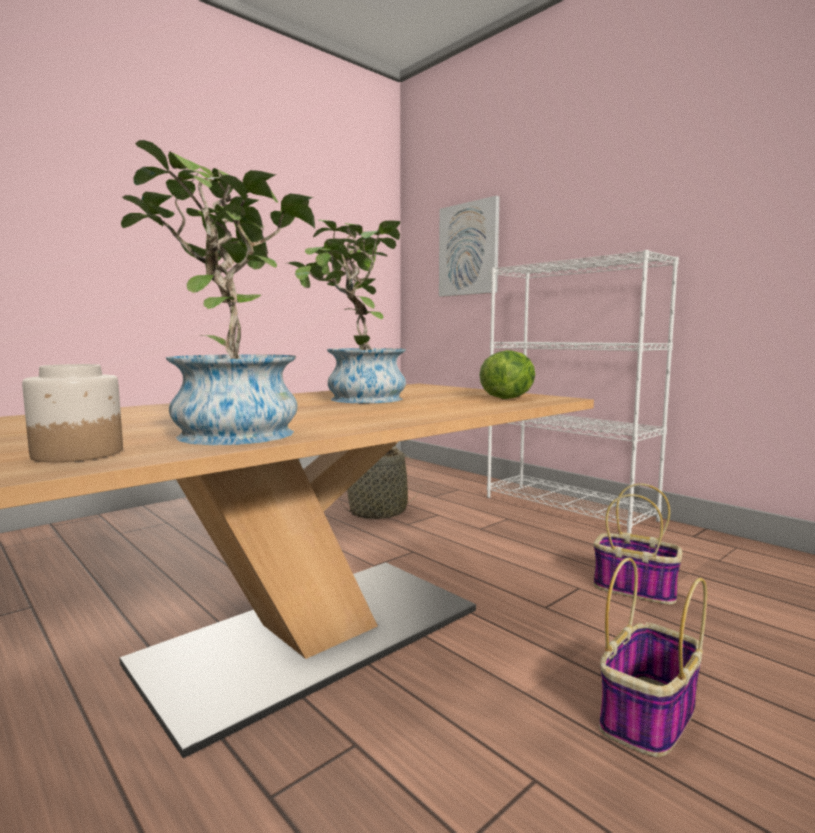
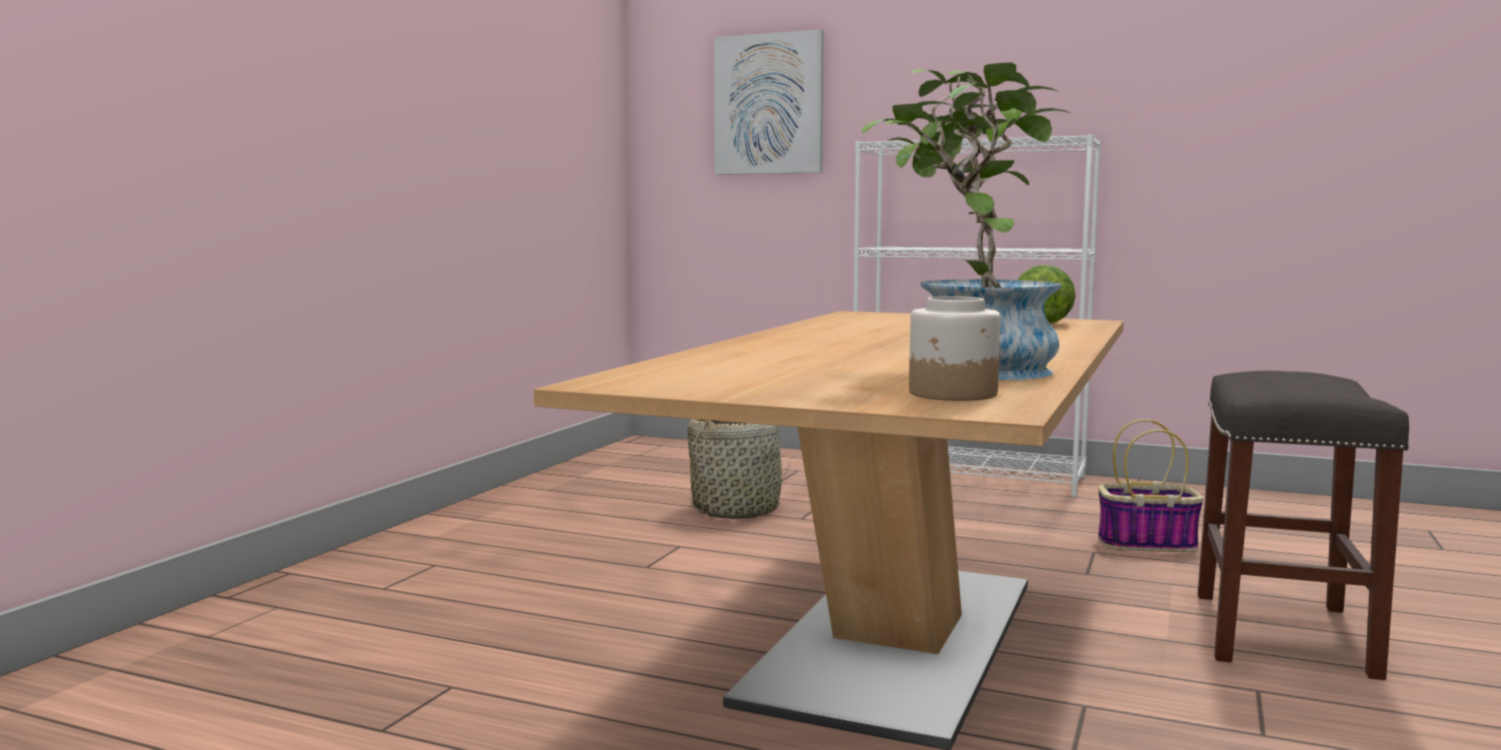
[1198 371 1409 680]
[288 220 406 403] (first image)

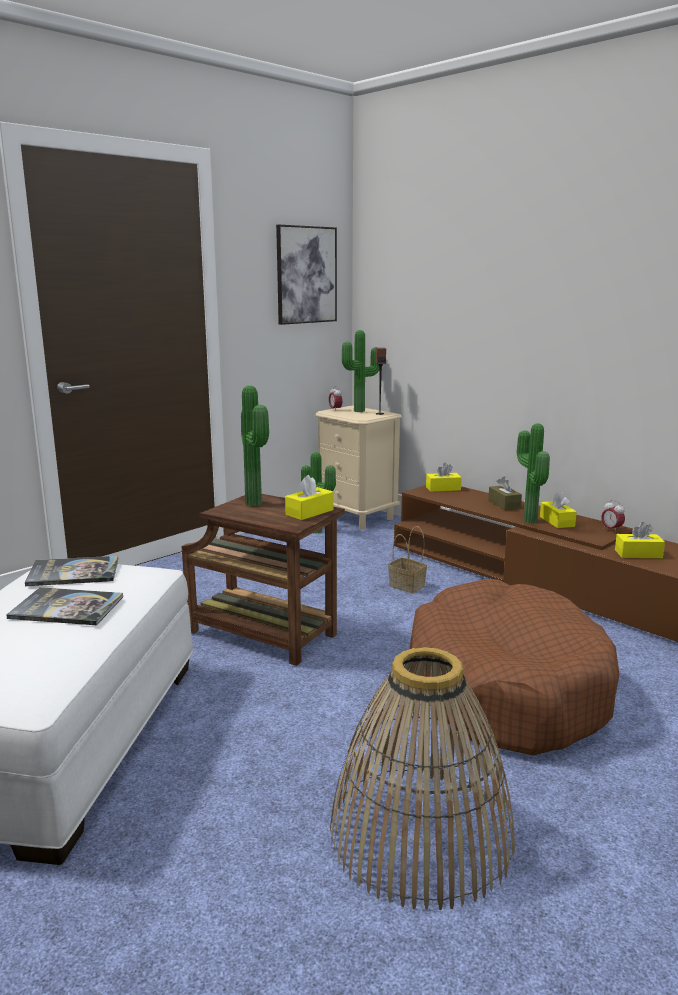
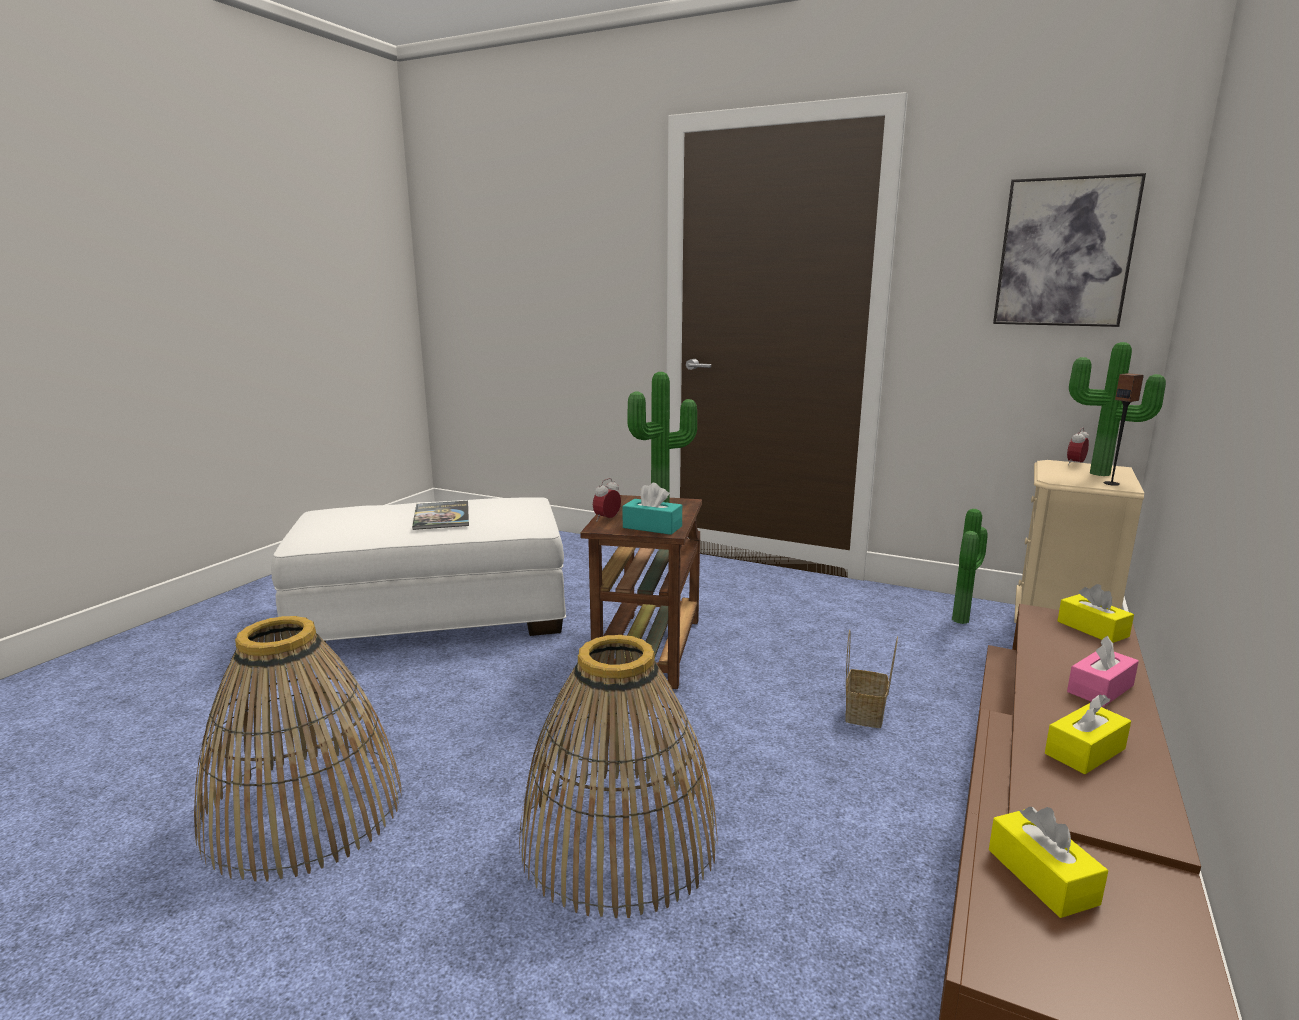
[519 635 718 918]
[593 478 621 521]
[622 483 682 535]
[1067 636 1139 707]
[25 556 118 586] (first image)
[517 423 550 524] (first image)

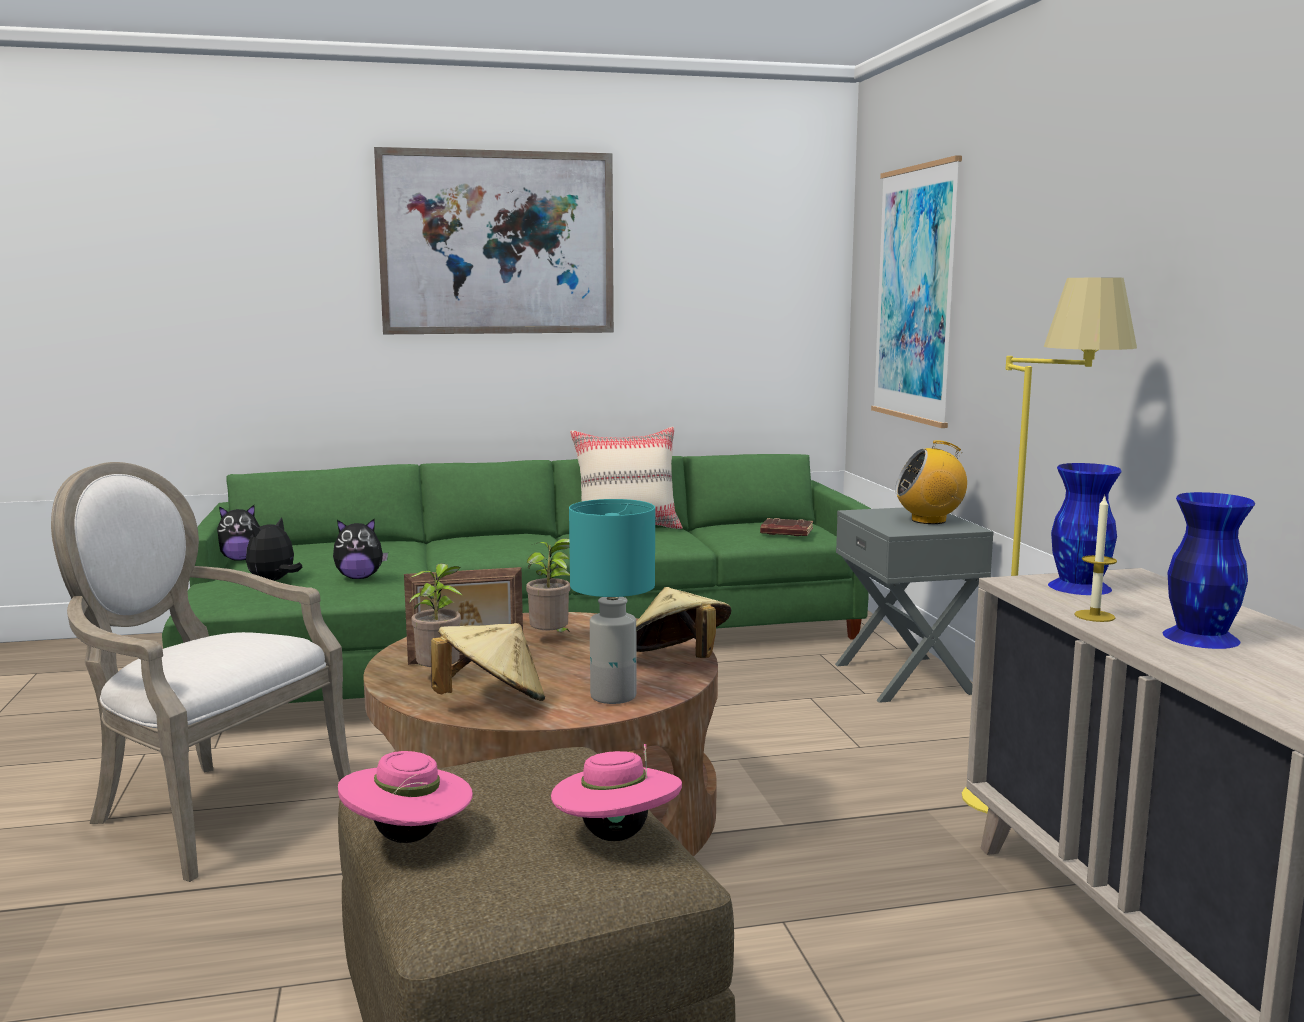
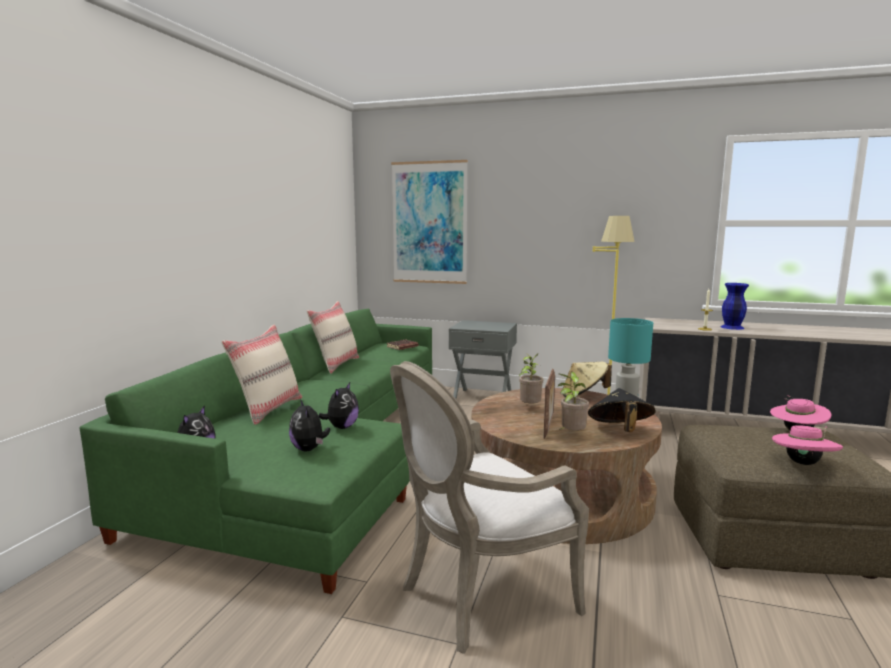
[221 324 302 425]
[588 388 656 432]
[374 147 614 334] (first image)
[895 440 967 524] (first image)
[1048 463 1122 595] (first image)

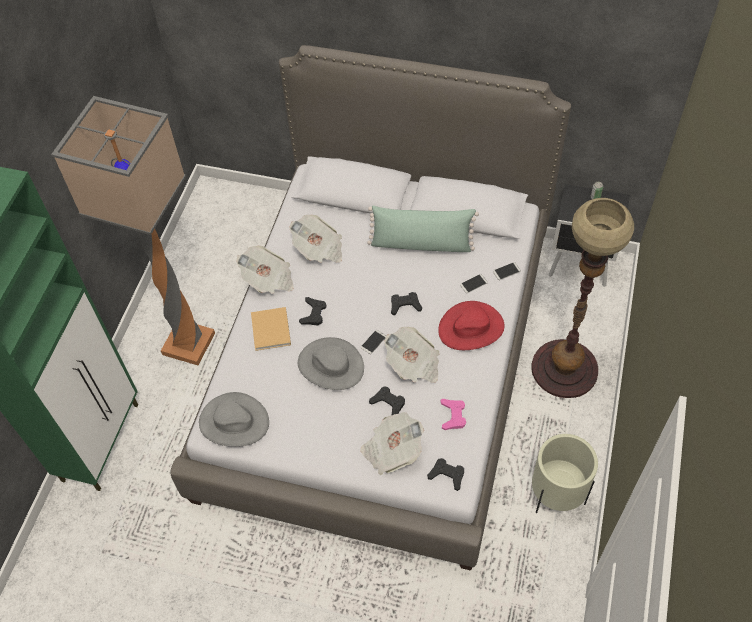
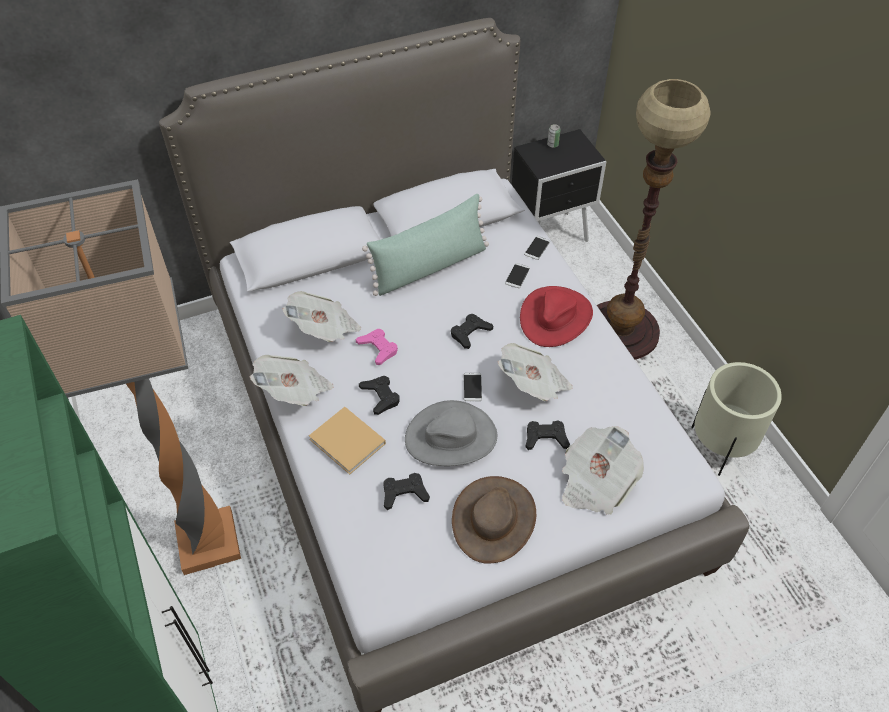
[356 328 398 365]
[383 473 430 510]
[452 476 536 563]
[199 392 269 447] (first image)

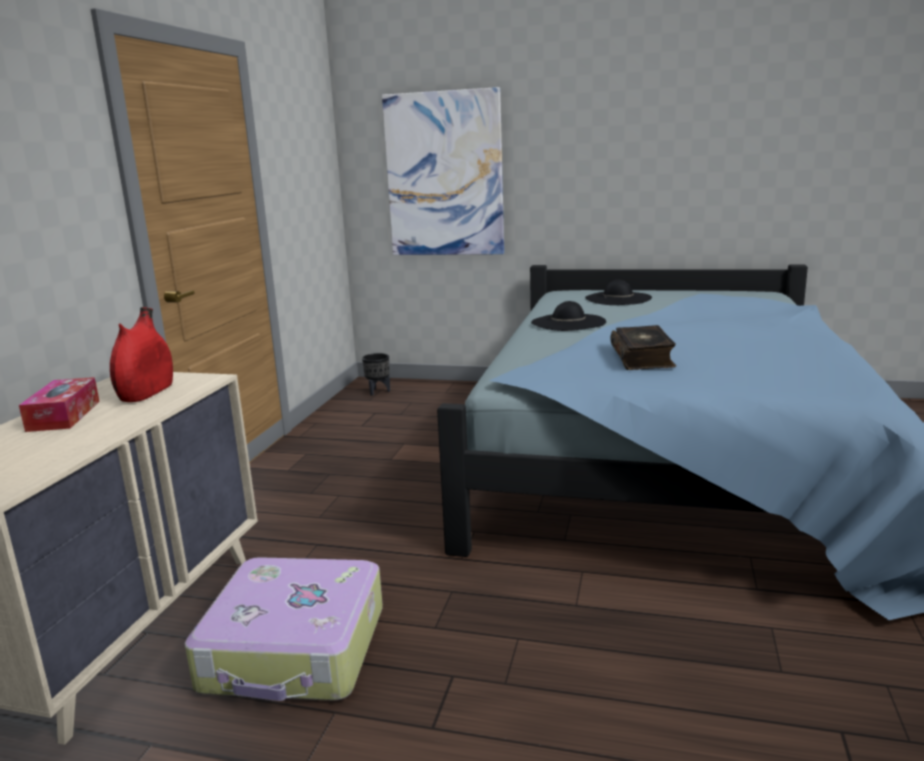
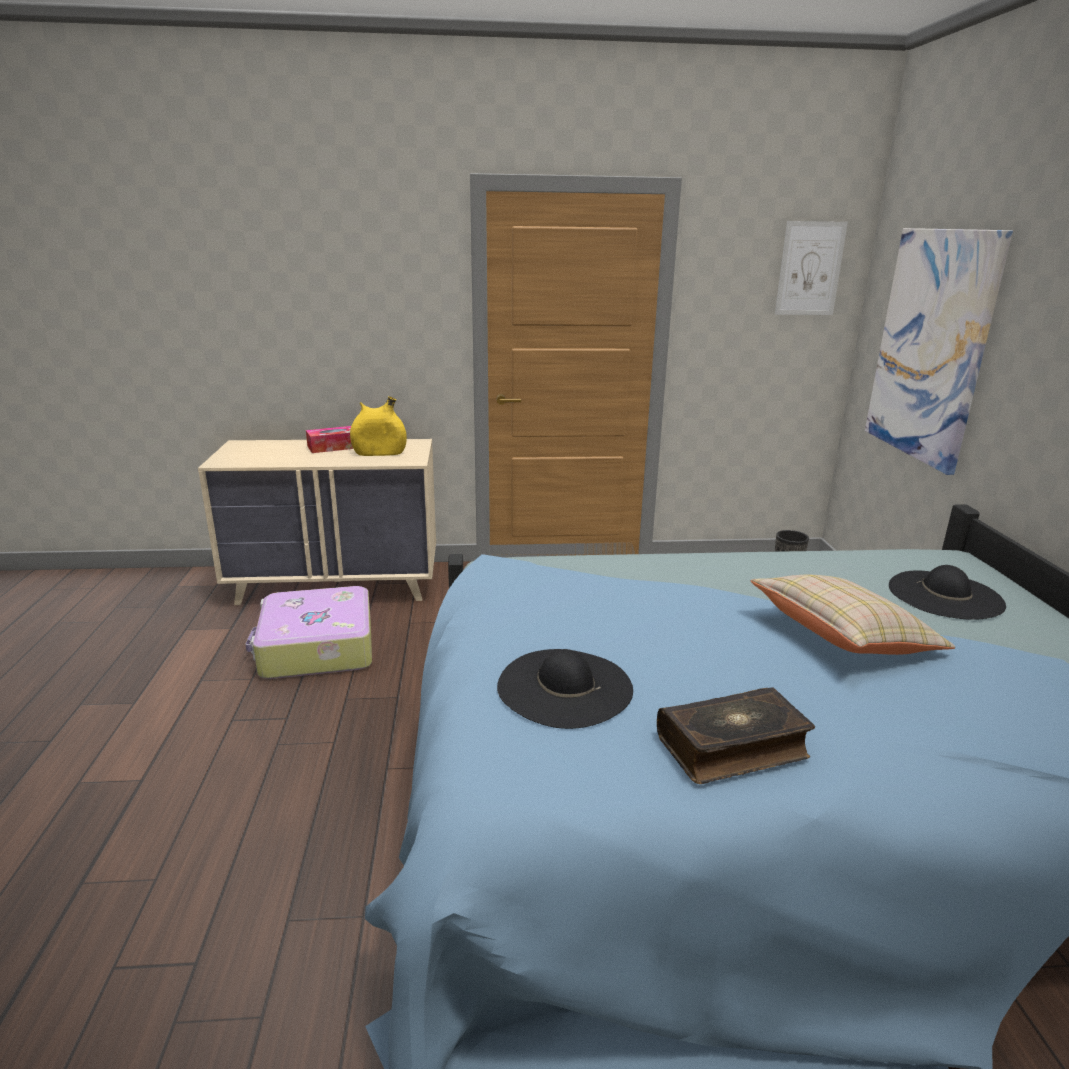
[350 396 407 456]
[497 649 633 729]
[657 687 815 784]
[751 575 955 655]
[775 221 848 315]

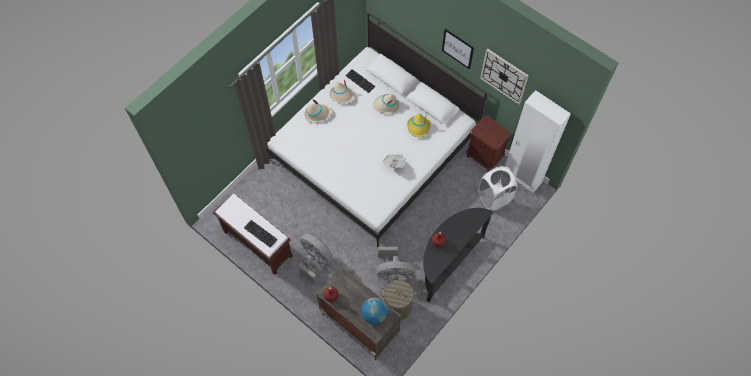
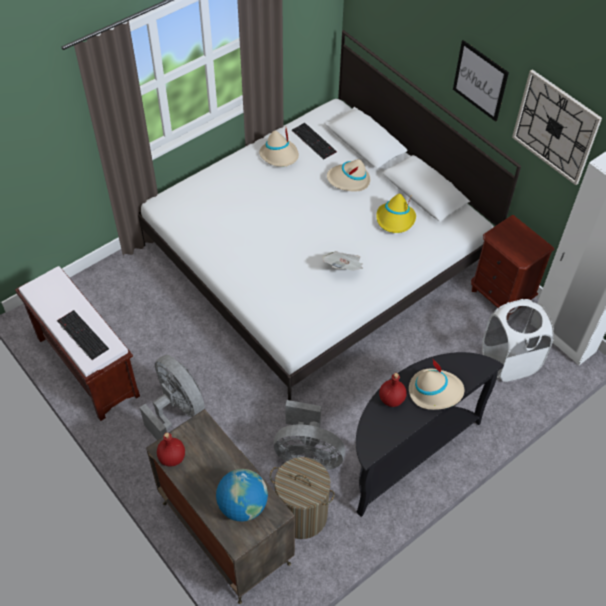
[409 358 464 410]

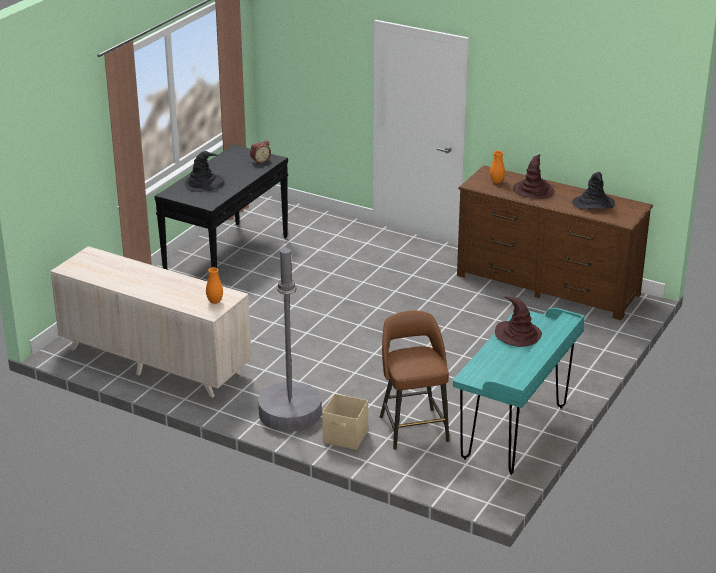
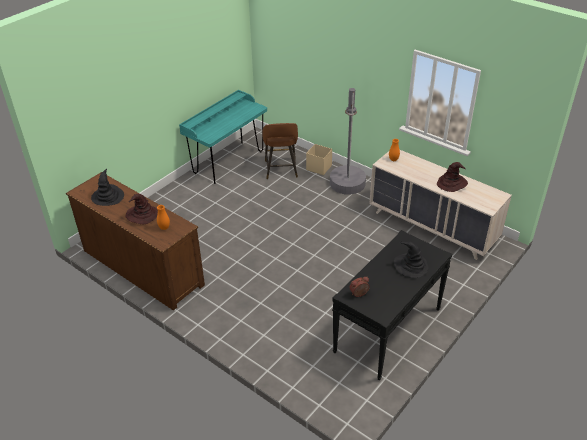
[437 162 468 192]

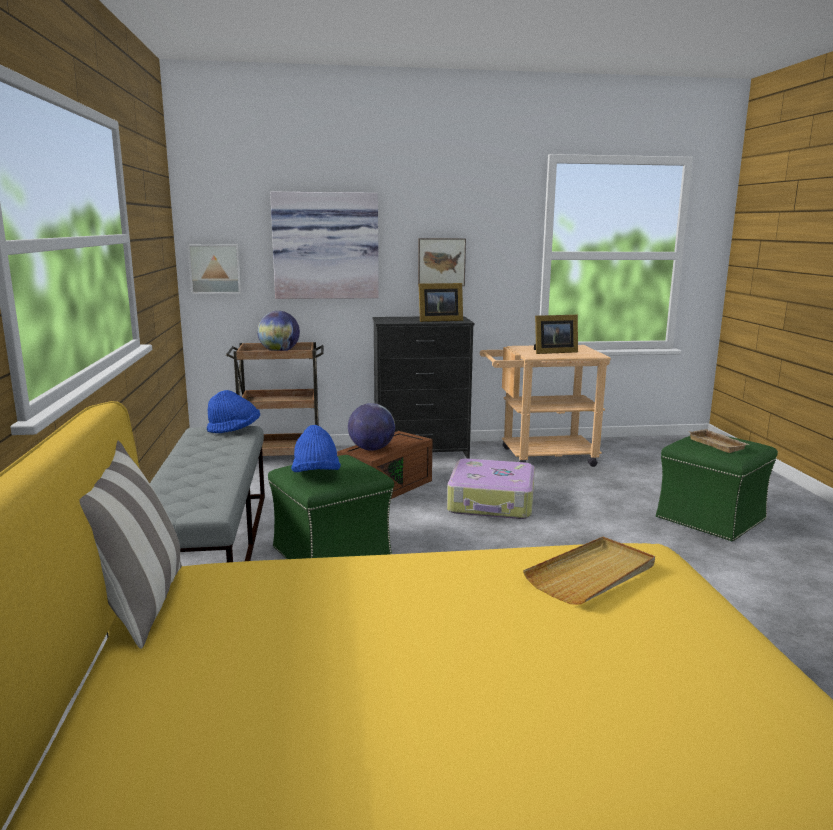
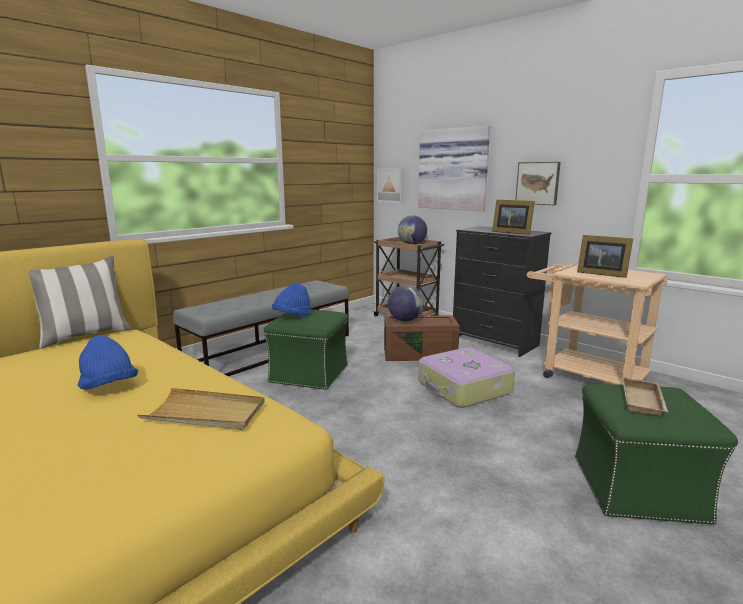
[78 335 138 390]

